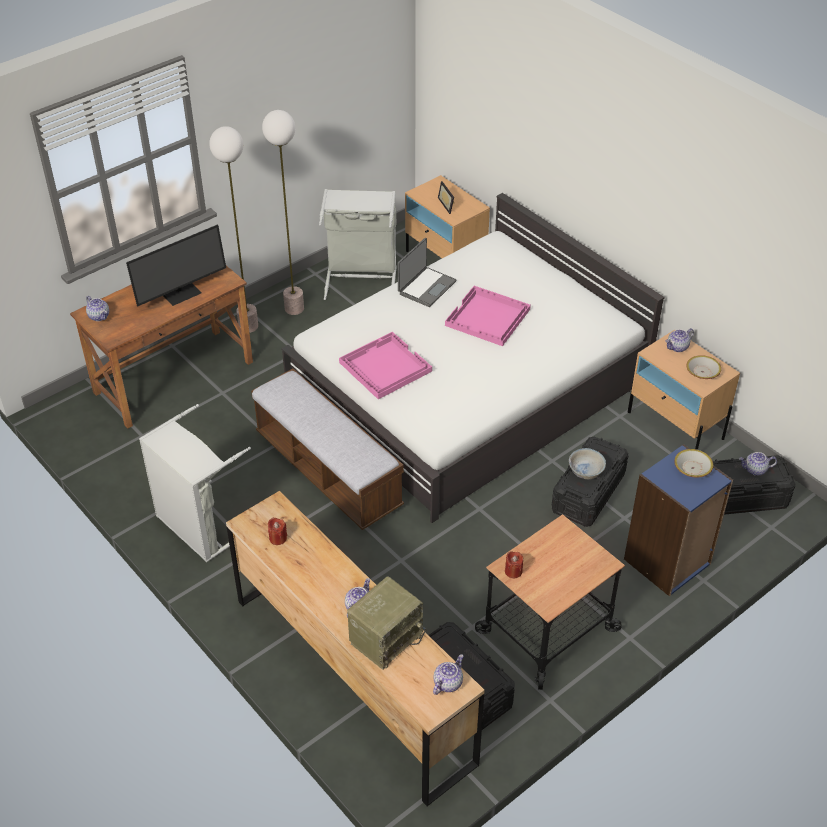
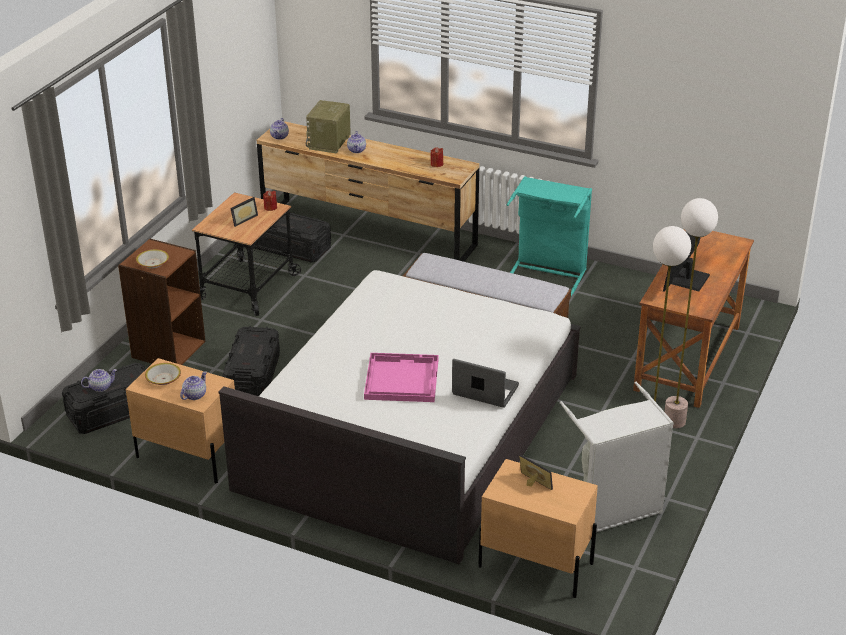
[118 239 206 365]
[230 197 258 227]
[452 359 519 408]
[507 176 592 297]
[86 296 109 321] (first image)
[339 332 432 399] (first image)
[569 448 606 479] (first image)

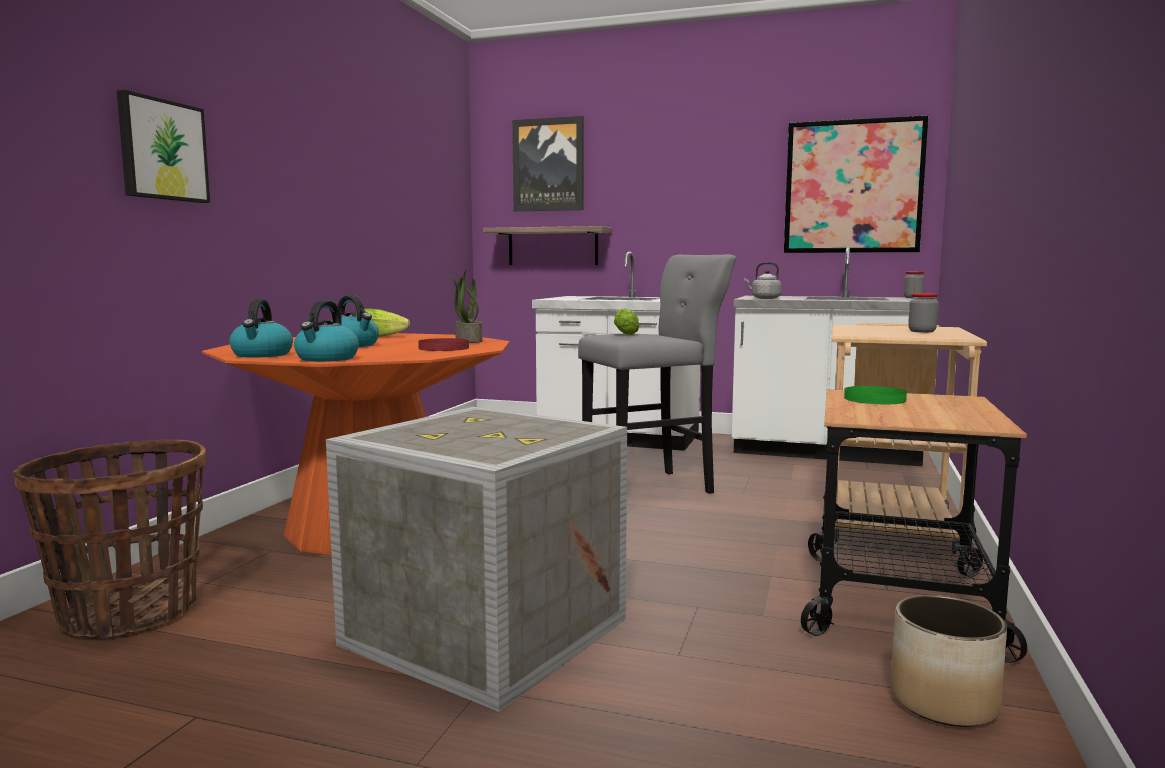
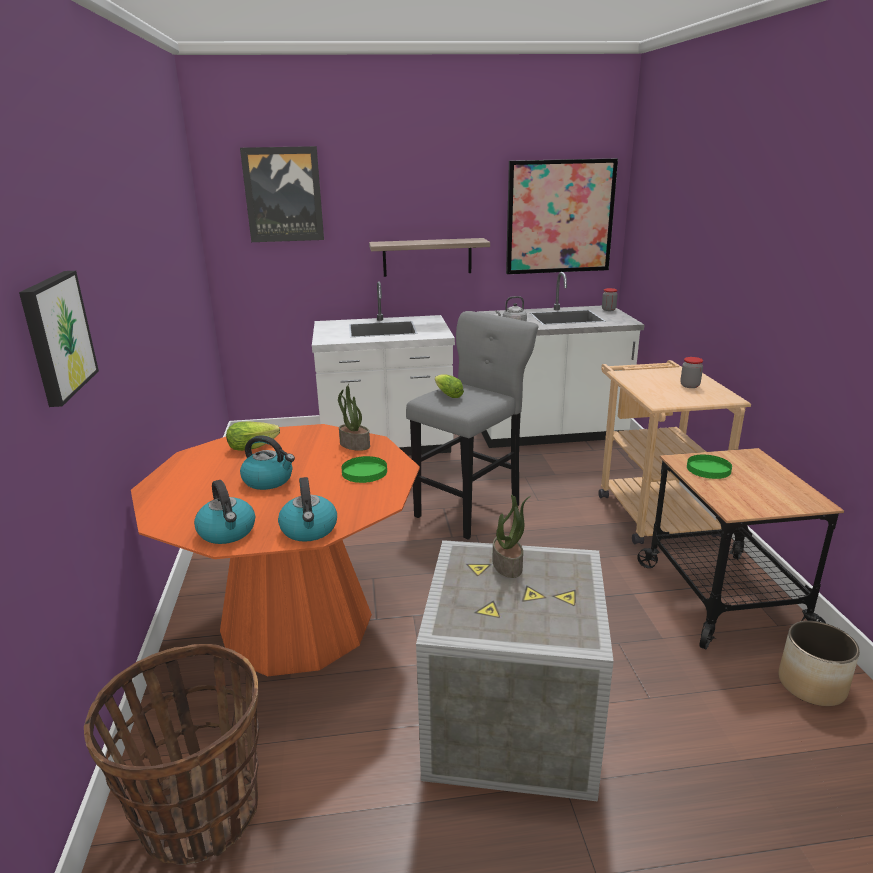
[341 456 387 483]
[369 238 490 277]
[492 494 531 578]

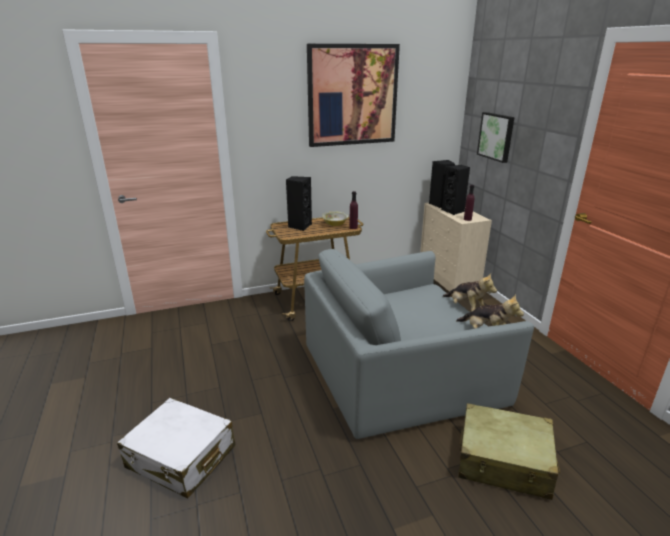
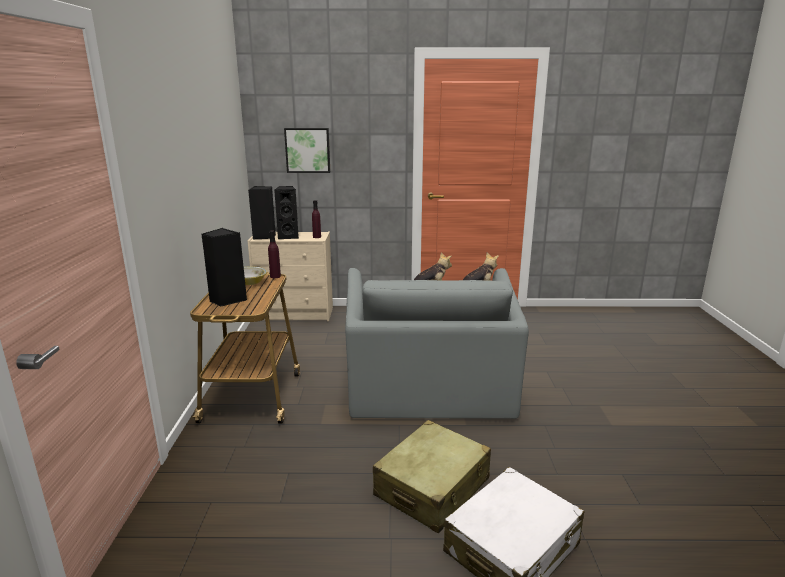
[373 420 491 533]
[307 44 400 147] (first image)

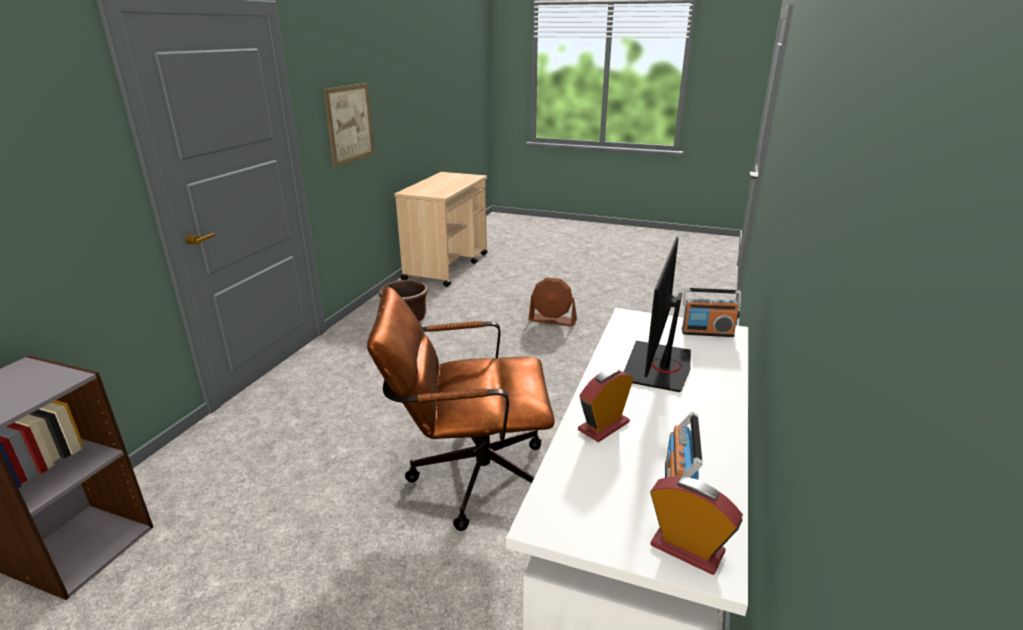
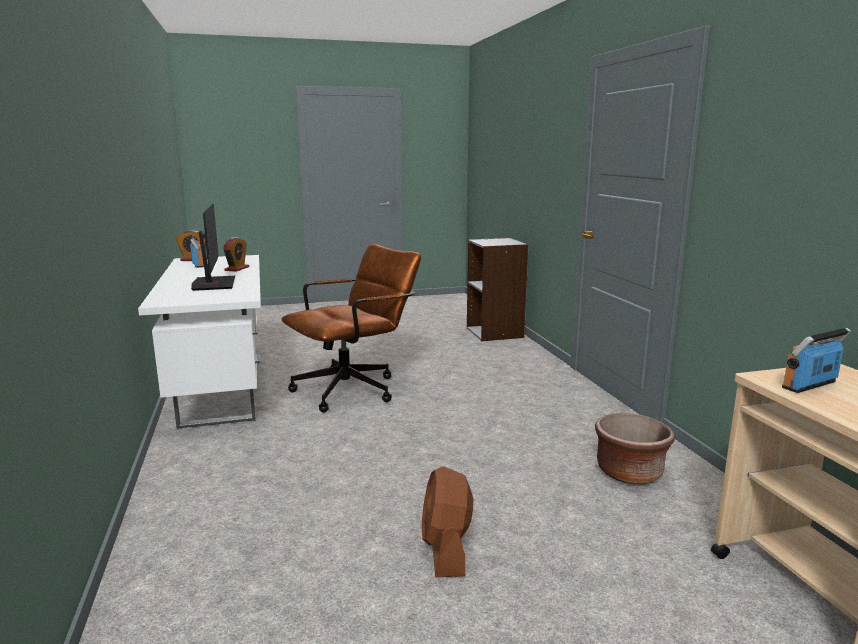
[421 466 473 577]
[782 328 851 393]
[323 83 375 167] (first image)

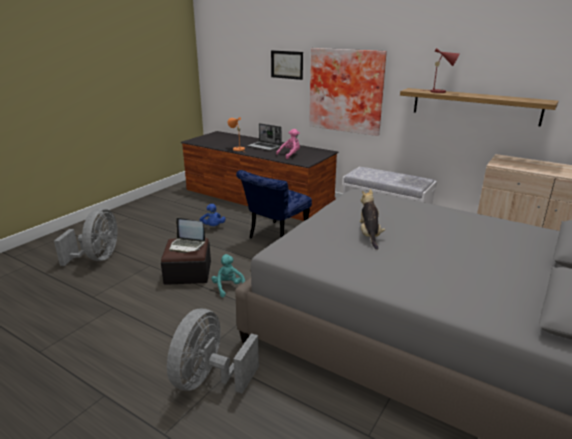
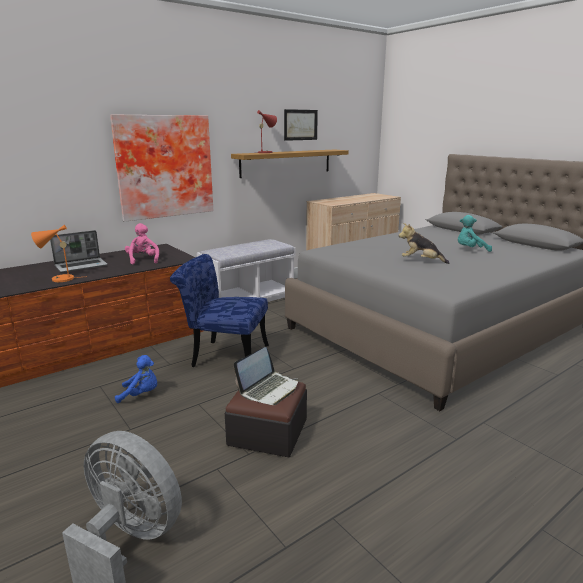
[170 254 269 367]
[284 109 318 141]
[458 215 492 252]
[167 309 259 394] (first image)

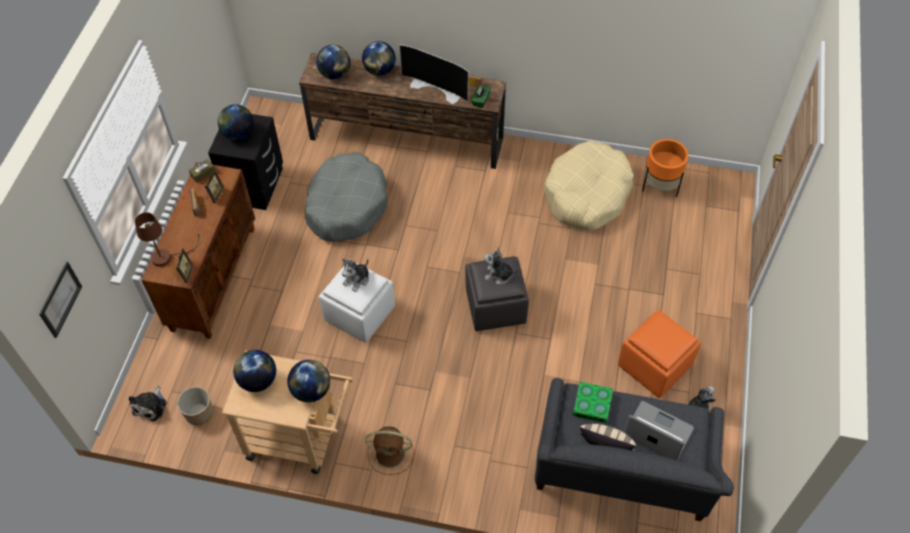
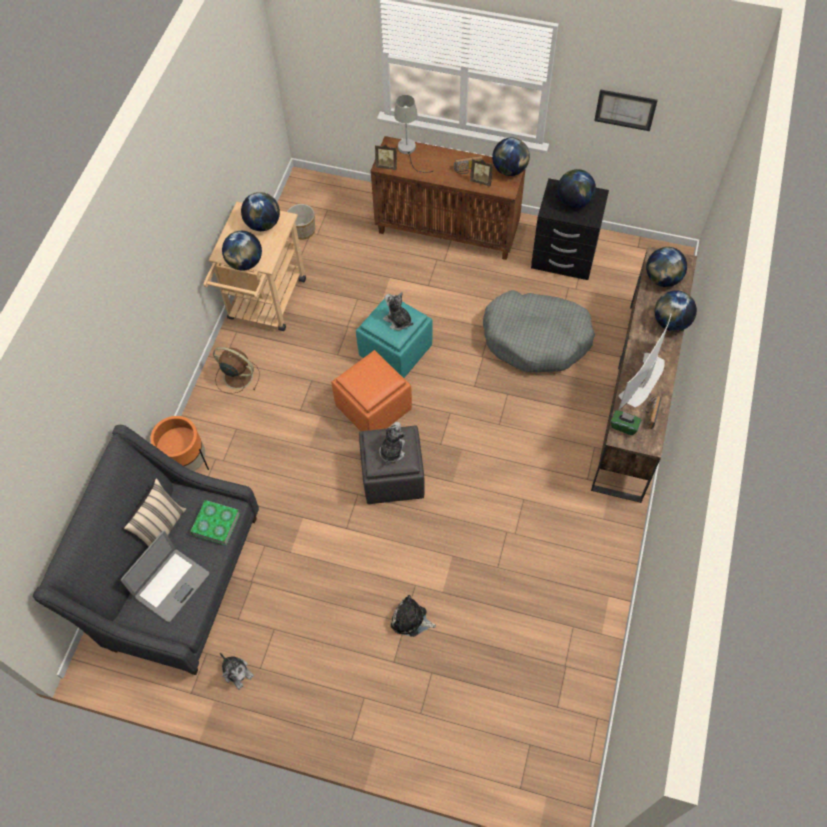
[150 416 209 471]
[213 347 260 394]
[331 350 412 431]
[356 294 433 378]
[391 595 436 637]
[394 95 433 173]
[492 138 530 176]
[594 89 658 131]
[544 141 633 230] (first image)

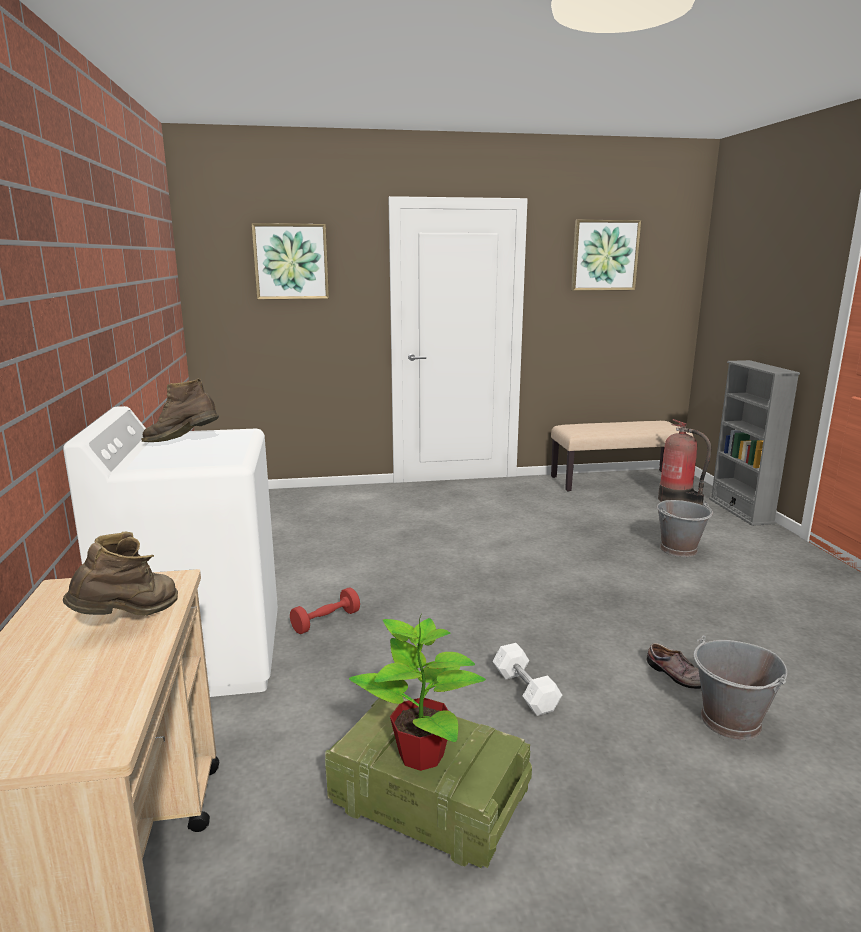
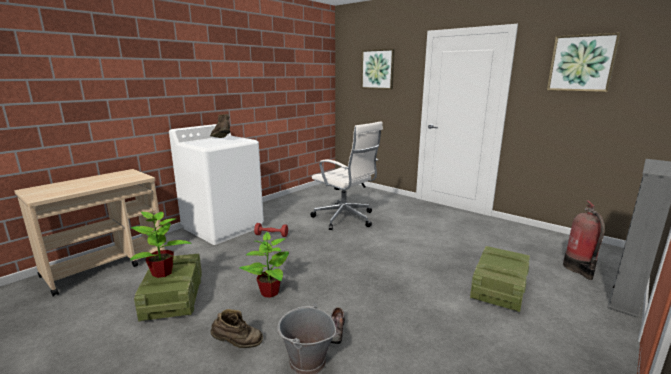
[210 309 263 348]
[239 232 289 297]
[310 121 383 230]
[470 246 530 312]
[551 421 694 492] (first image)

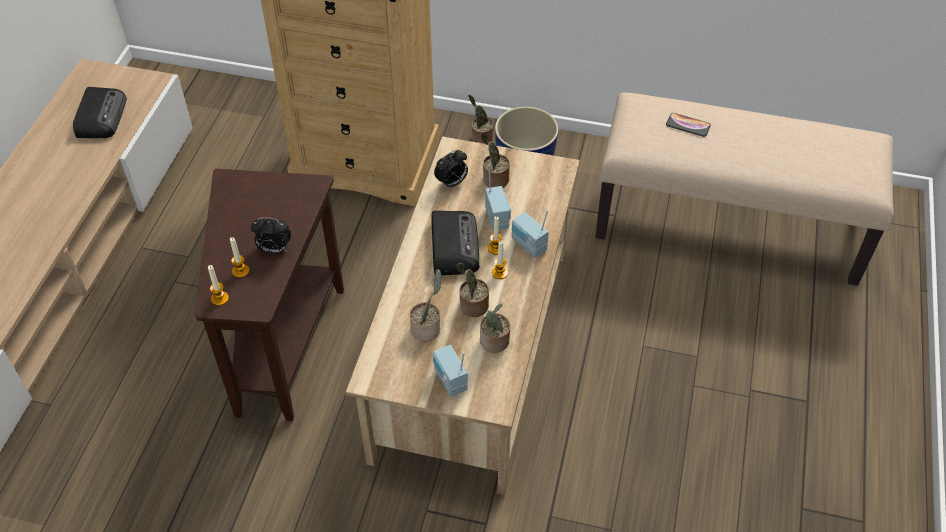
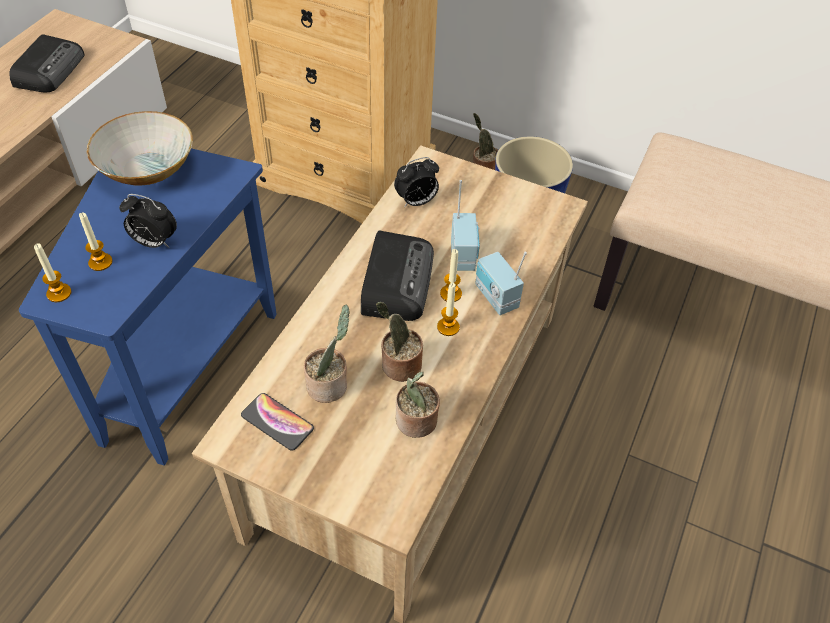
[19 148 277 466]
[87 111 193 186]
[241 393 314 451]
[433 345 468 397] (first image)
[481 132 510 188] (first image)

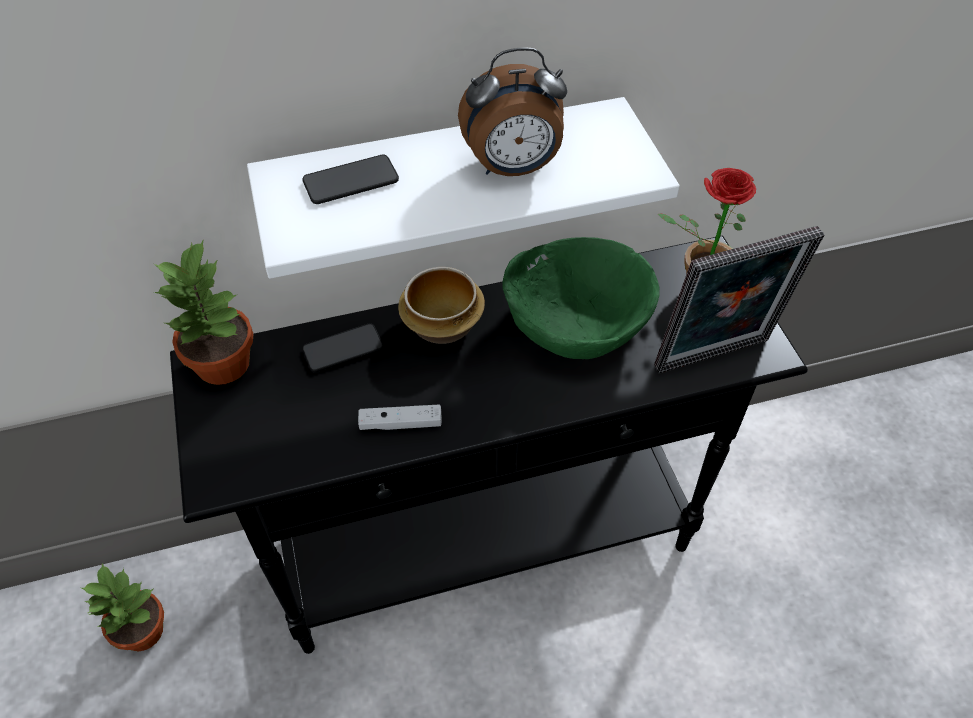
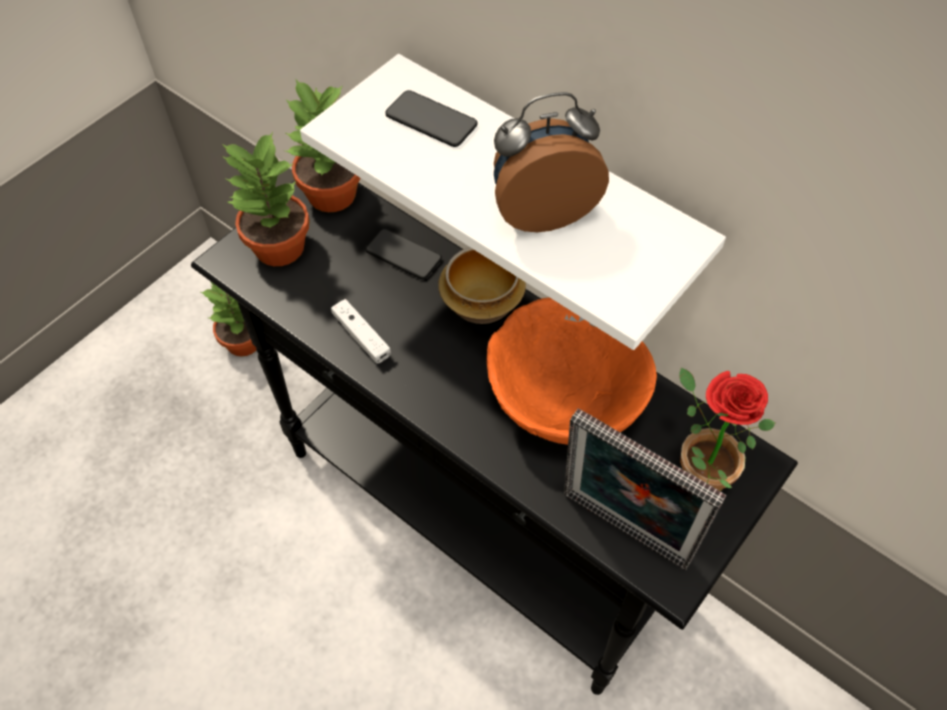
[222 132 310 266]
[487 297 657 445]
[494 92 609 232]

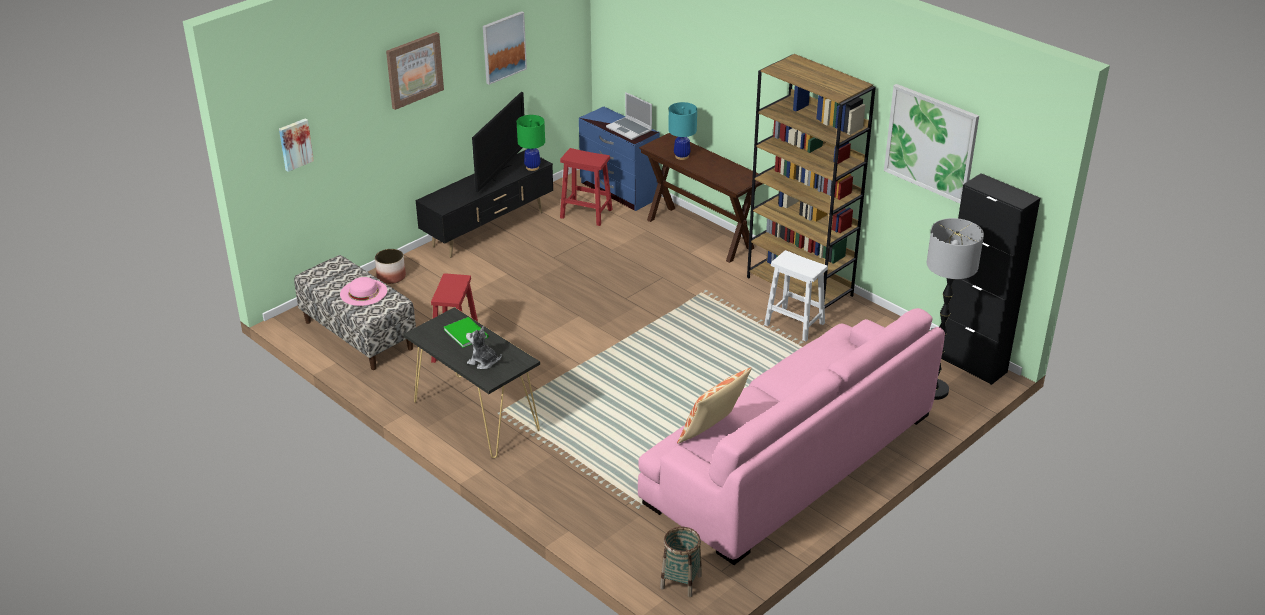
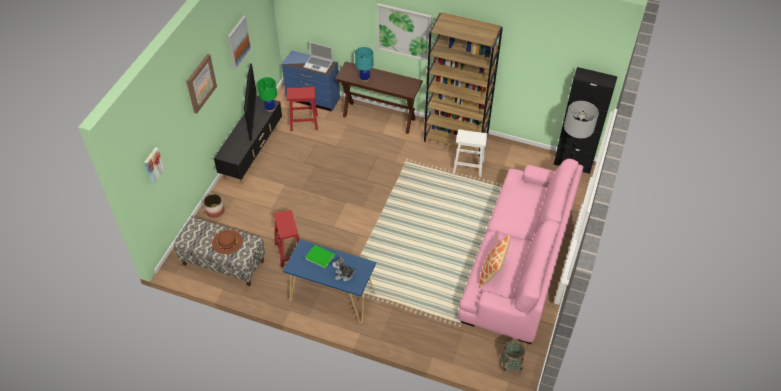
[212 230 243 254]
[283 239 376 323]
[377 3 432 61]

